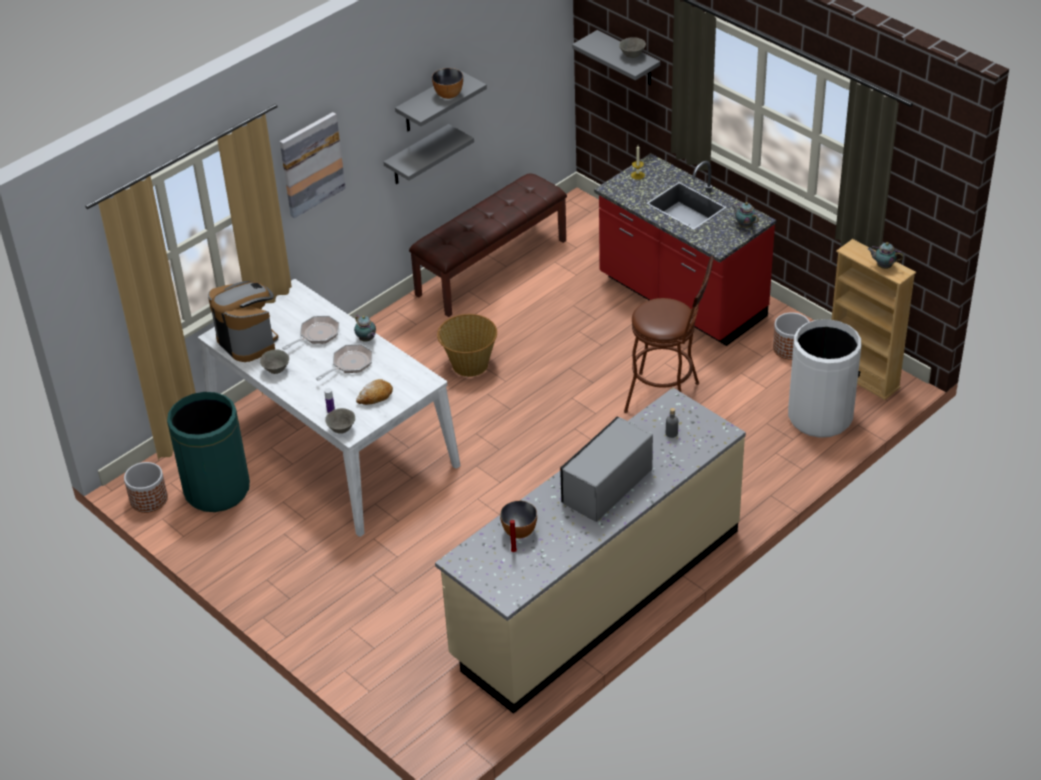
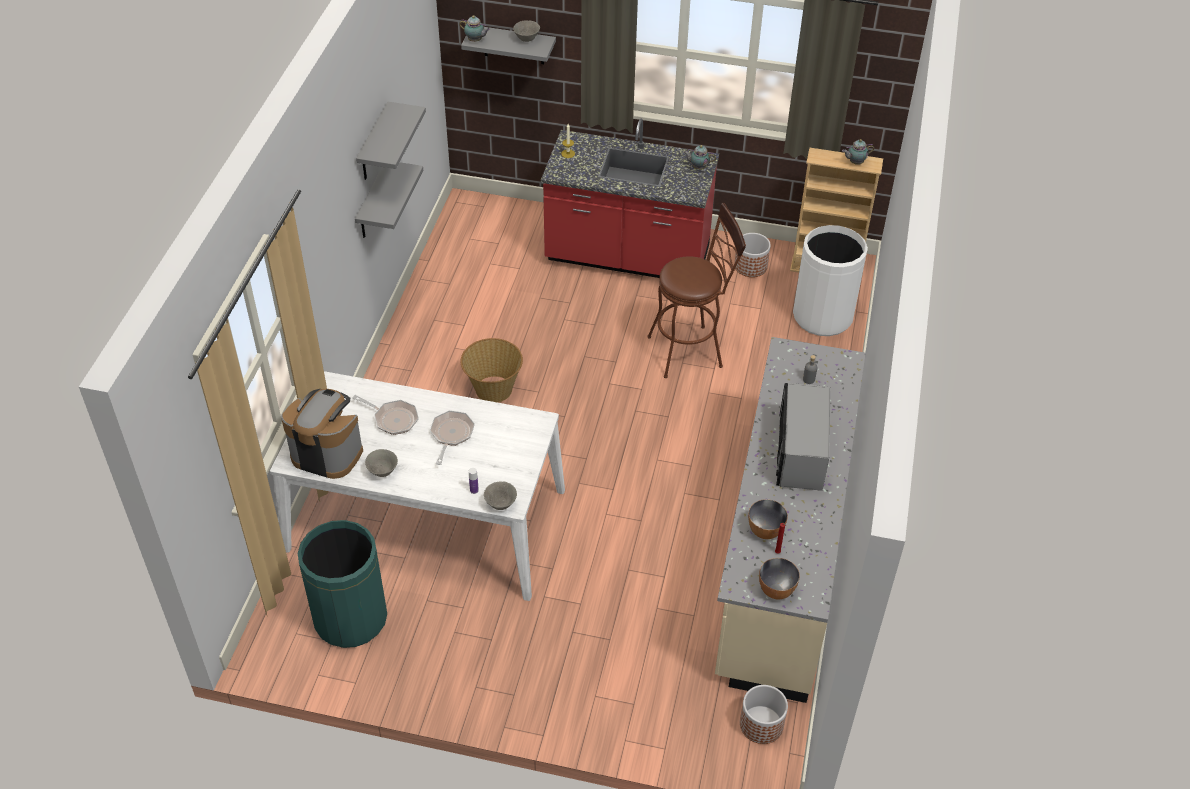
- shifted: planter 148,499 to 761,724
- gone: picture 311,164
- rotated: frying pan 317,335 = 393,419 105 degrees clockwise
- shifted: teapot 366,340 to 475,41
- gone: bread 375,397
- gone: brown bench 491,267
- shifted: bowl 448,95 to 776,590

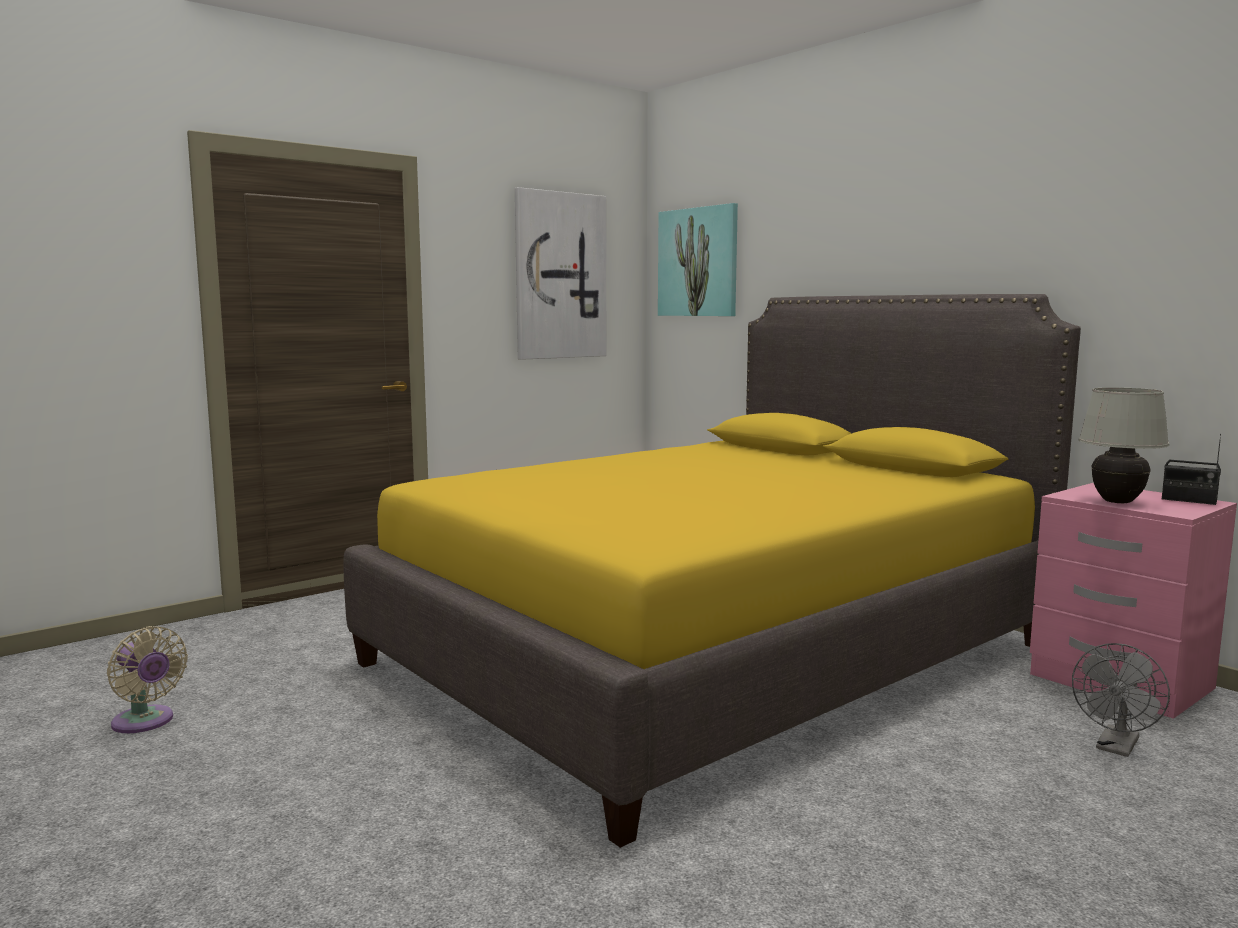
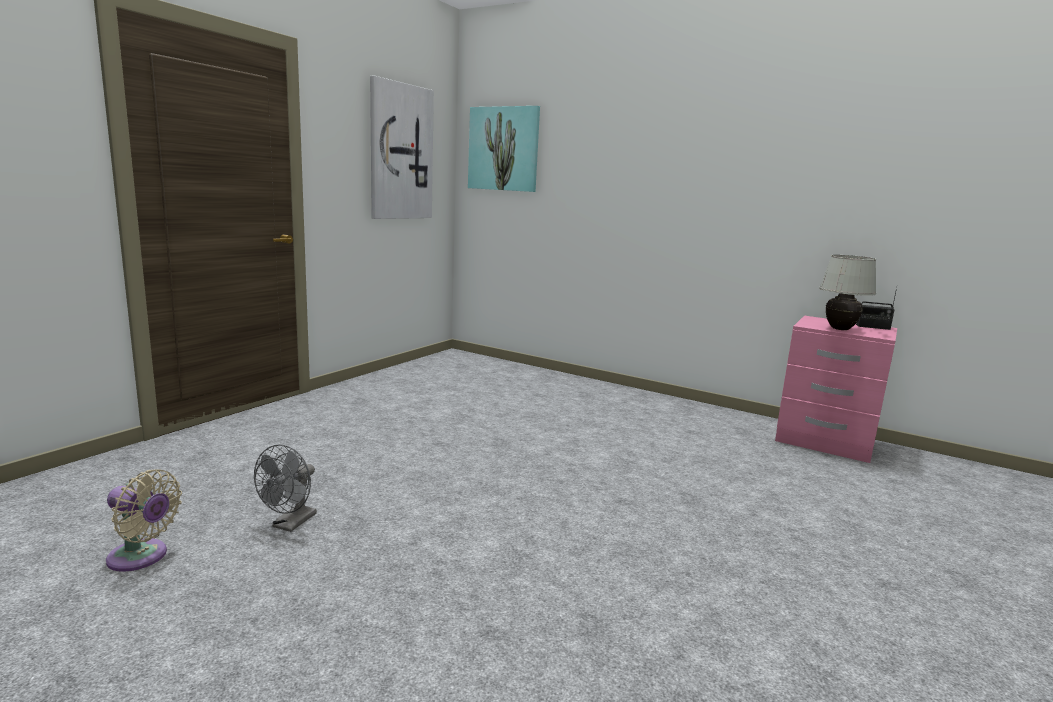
- gone: yellow bed 712,654
- shifted: grey fan 1116,748 to 290,524

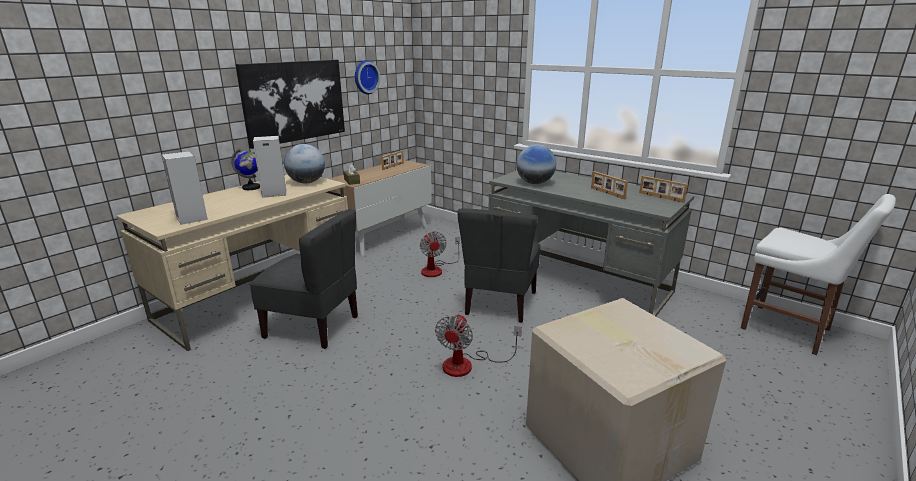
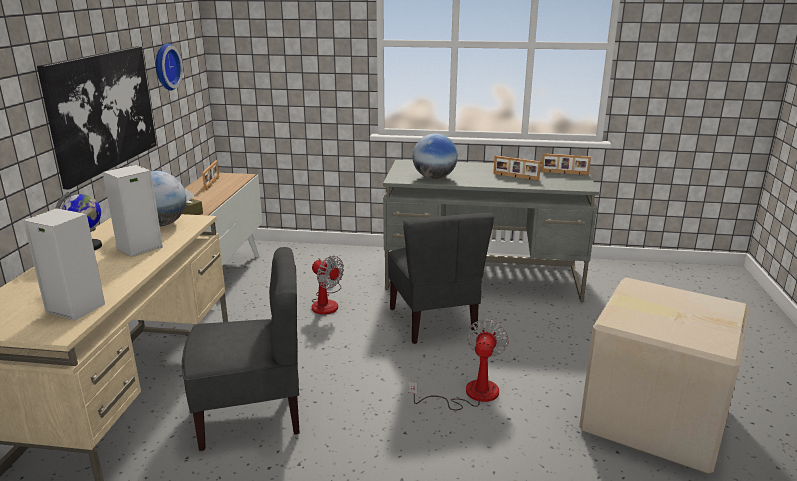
- rotated: fan 468,364 = 470,394 150 degrees counterclockwise
- gone: white chair 790,330

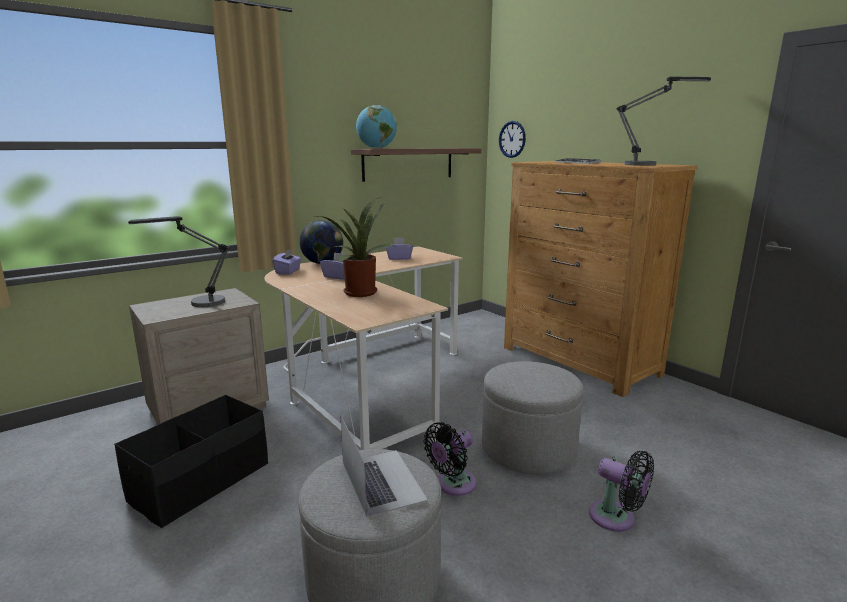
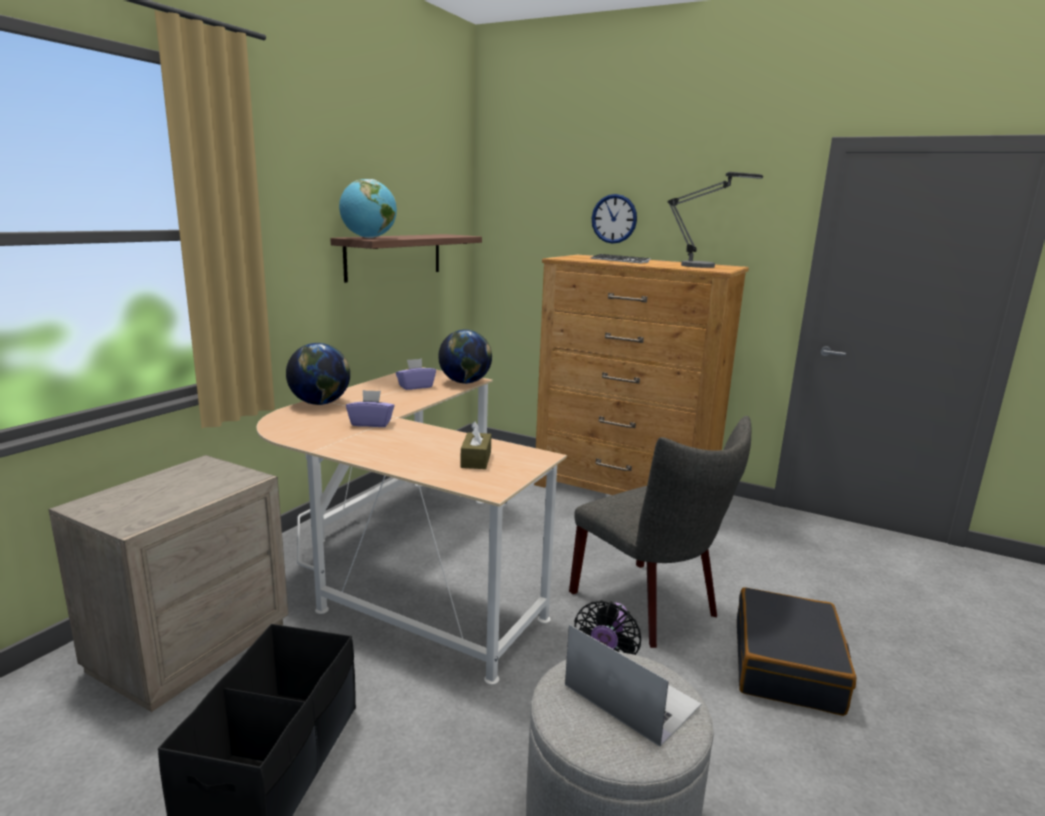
- gone: table lamp 197,303
- gone: purple tissue box 288,271
- gone: potted plant 358,292
- swapped: grey ottoman 528,448 to grey chair 651,607
- shifted: wall clock 512,139 to 614,219
- swapped: black fan 616,518 to black suitcase 787,665
- new: globe 465,383
- new: brown tissue box 476,459

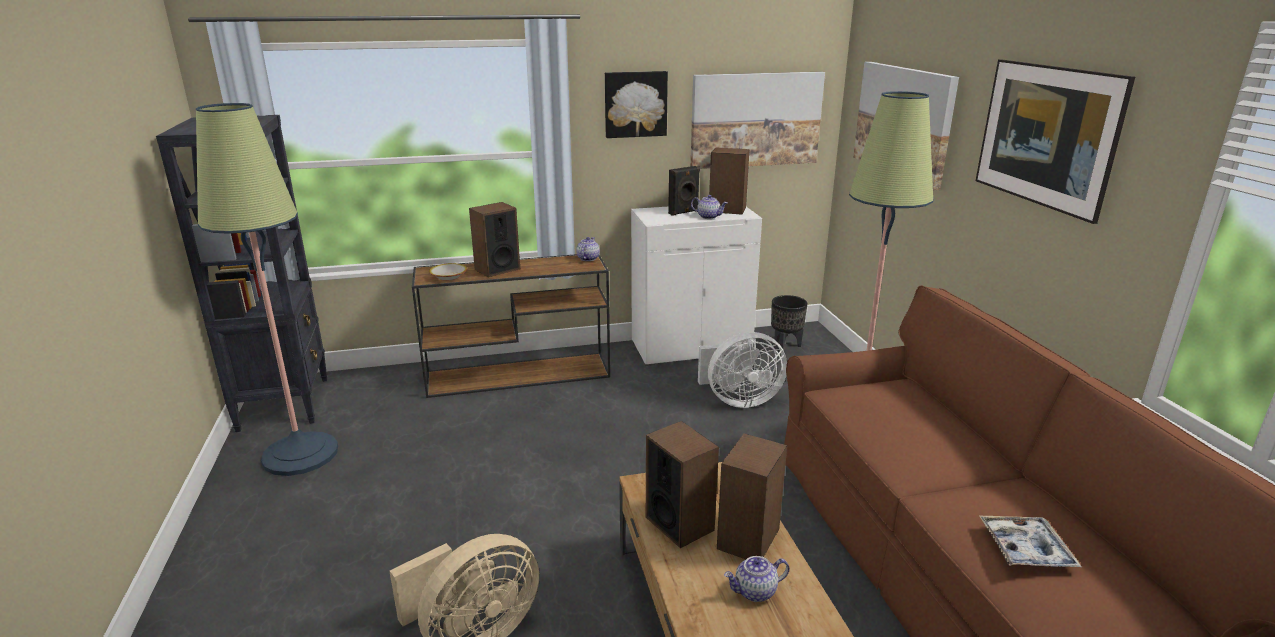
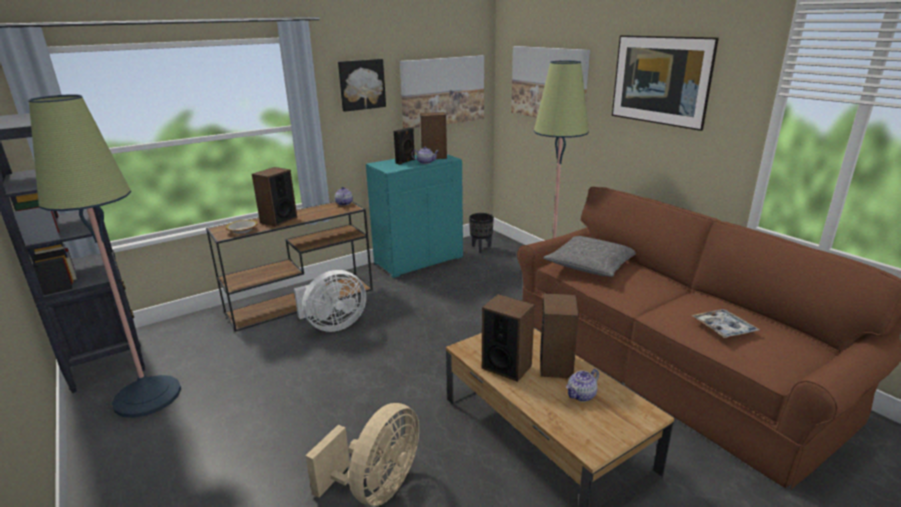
- repainted: white cabinet 691,347 to turquoise cabinet 418,260
- shifted: white fan 739,400 to 333,325
- new: grey pillow 590,265

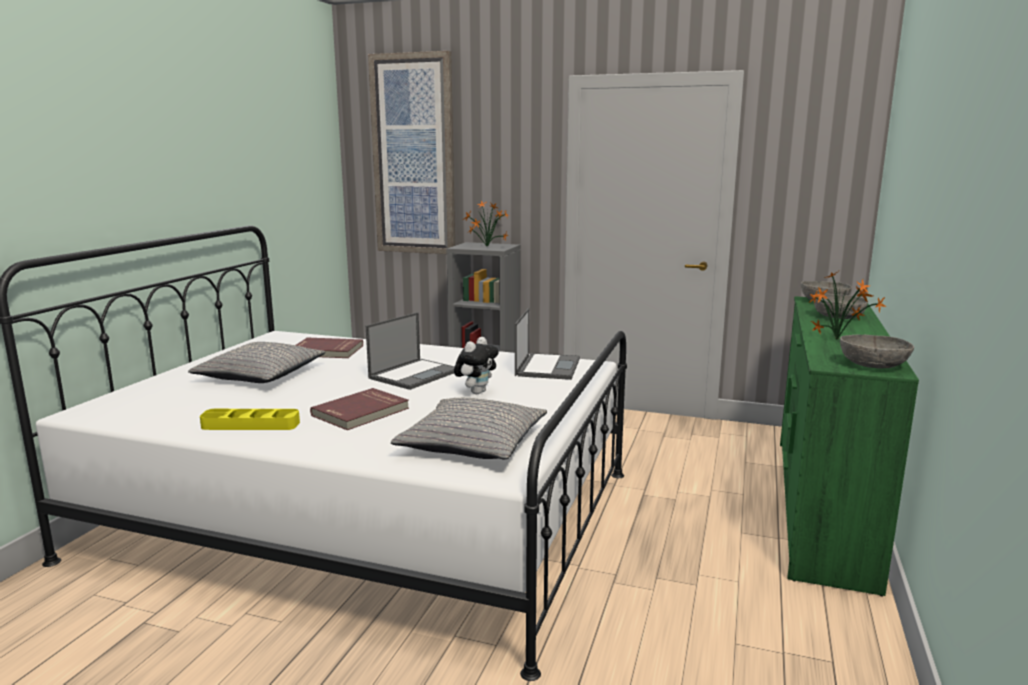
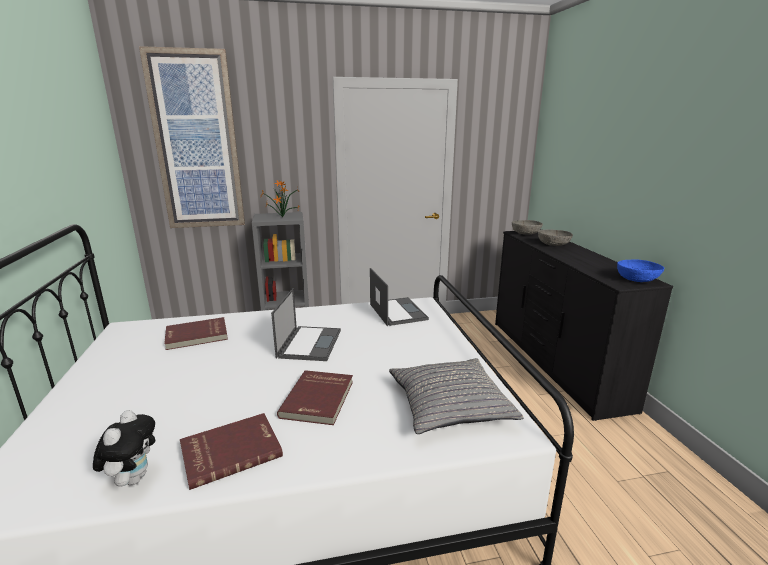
- gone: grey pillow 260,375
- swapped: yellow tray 251,425 to red book 230,451
- shifted: plush toy 476,392 to 133,478
- repainted: green dresser 820,506 to black dresser 554,362
- gone: potted plant 838,340
- repainted: grey bowl 873,365 to blue bowl 637,279

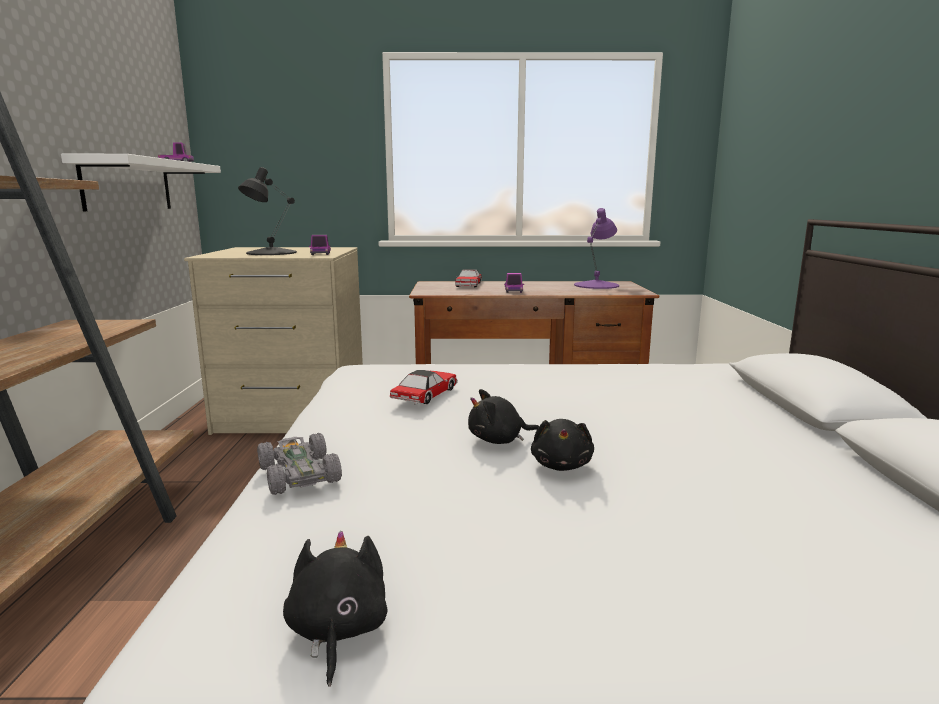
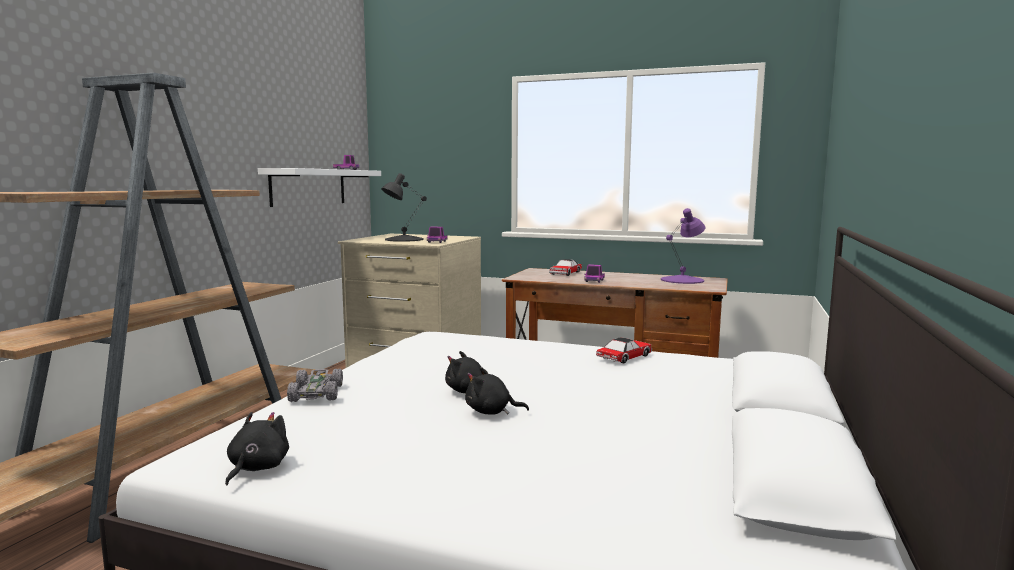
- shifted: toy car 425,395 to 624,357
- rotated: black plush toy 561,465 = 491,412 75 degrees clockwise

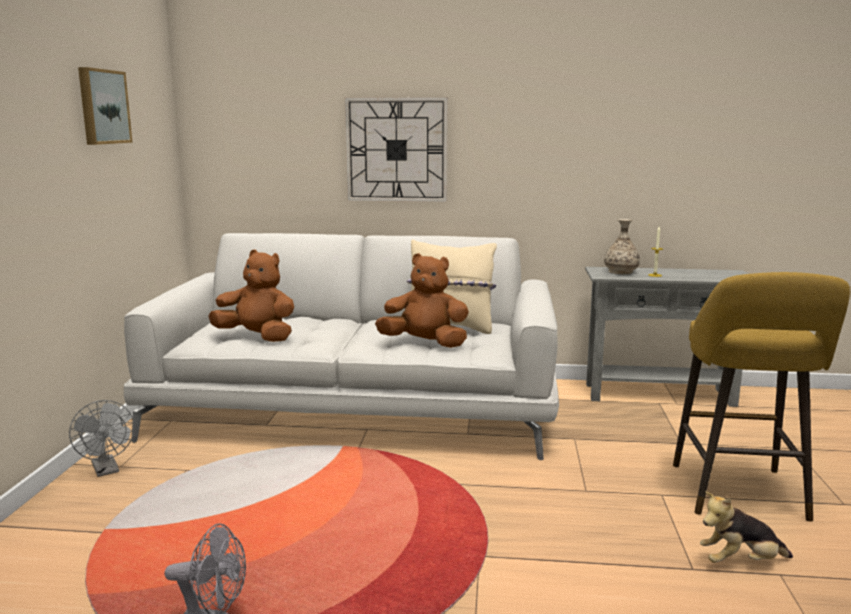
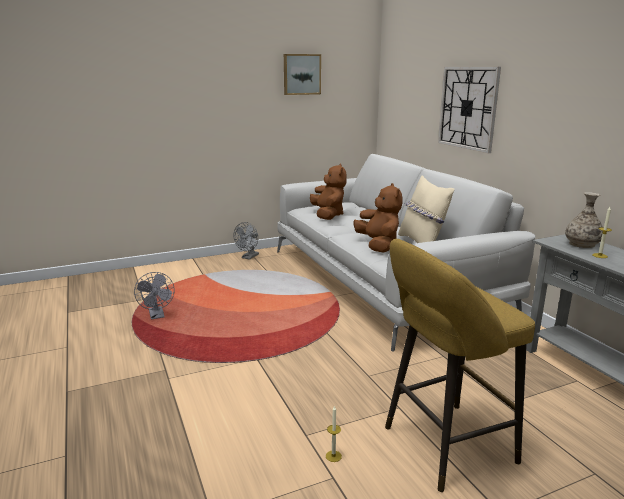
- swapped: plush toy 740,562 to candle 333,456

